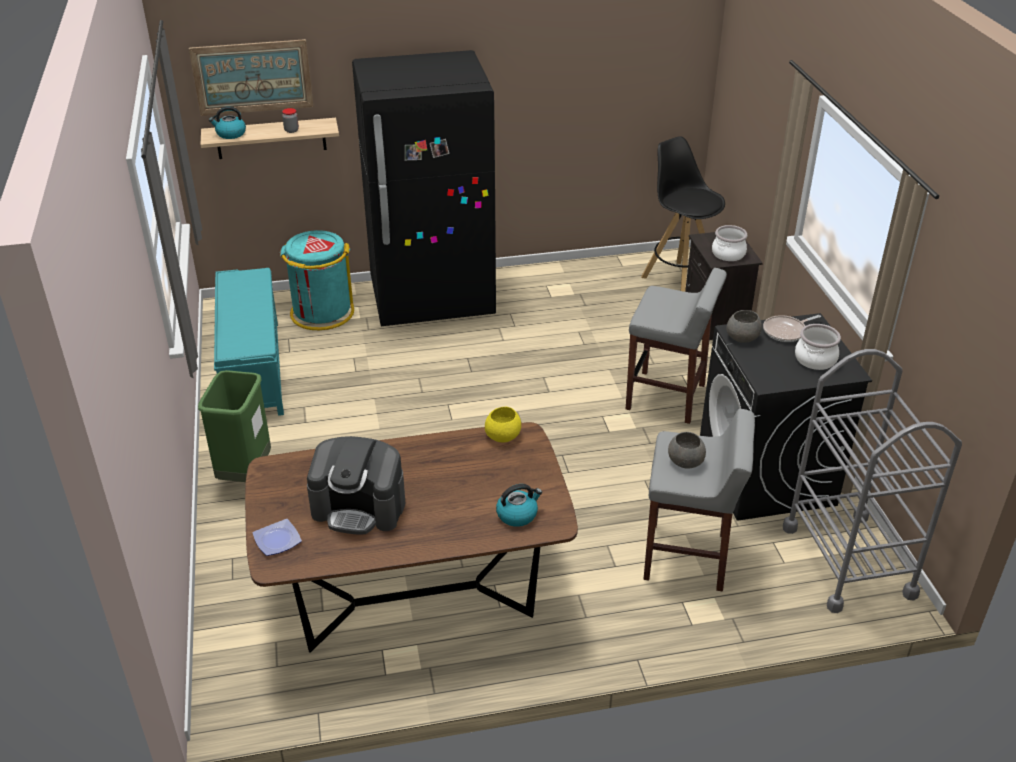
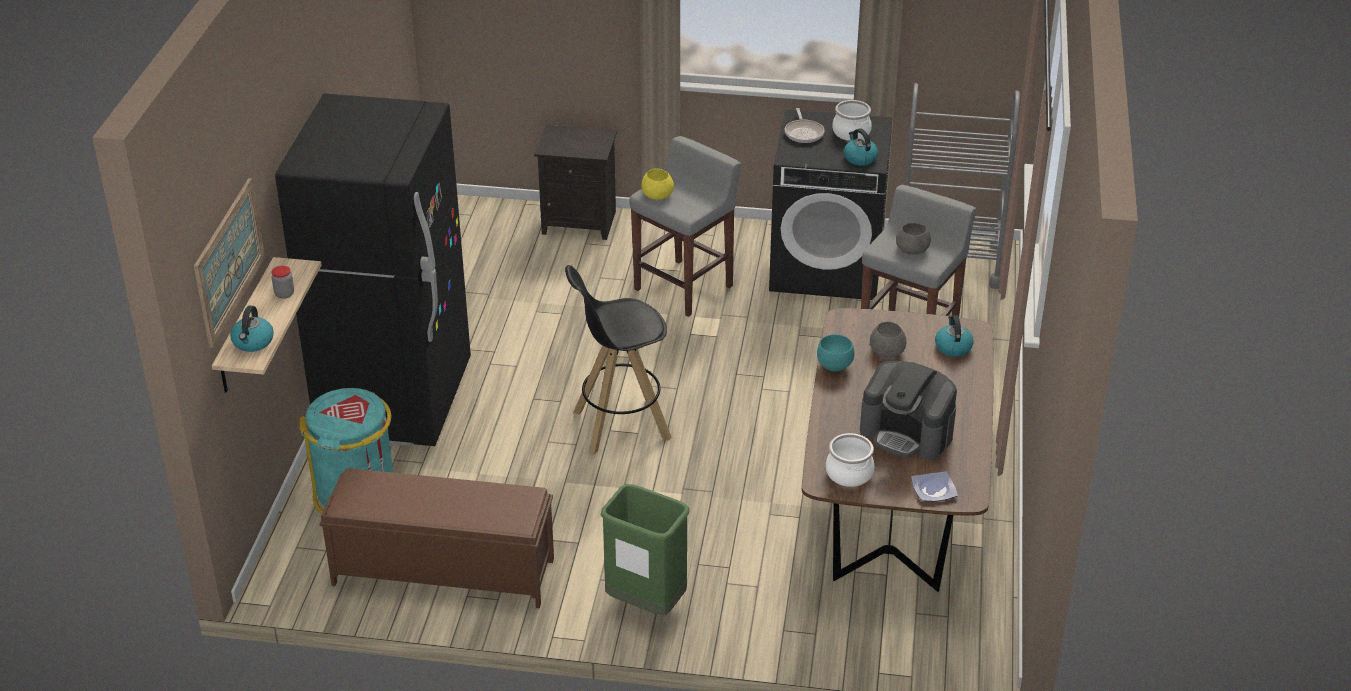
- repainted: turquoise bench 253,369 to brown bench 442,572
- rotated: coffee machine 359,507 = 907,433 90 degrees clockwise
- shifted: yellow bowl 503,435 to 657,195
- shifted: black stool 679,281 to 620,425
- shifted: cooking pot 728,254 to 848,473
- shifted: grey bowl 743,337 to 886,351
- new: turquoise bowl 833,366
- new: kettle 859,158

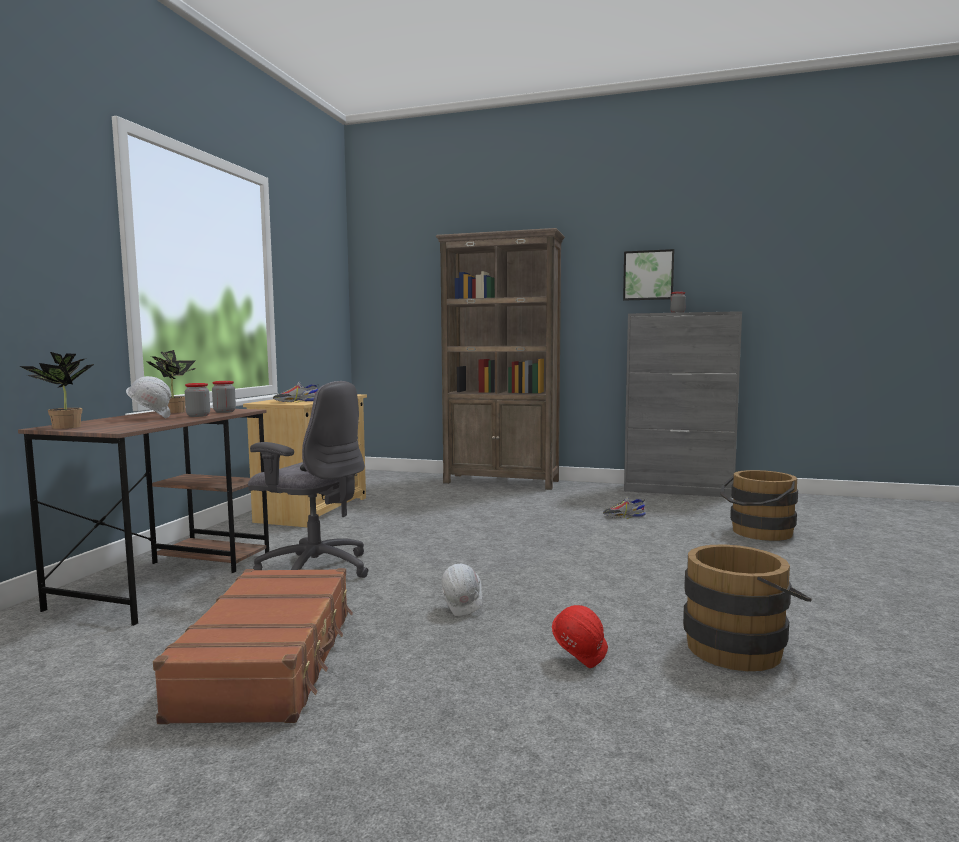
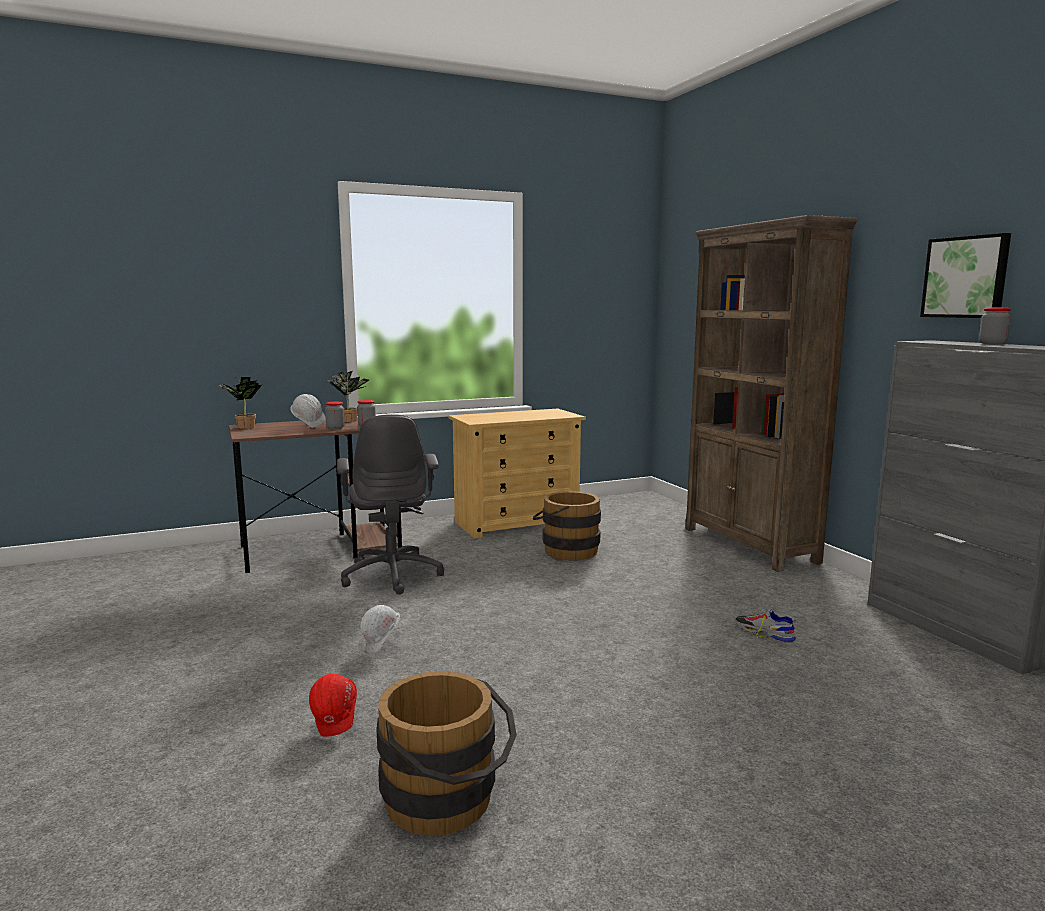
- gone: brown suitcase 270,661
- gone: shoe 296,401
- shifted: brown bucket 758,533 to 565,550

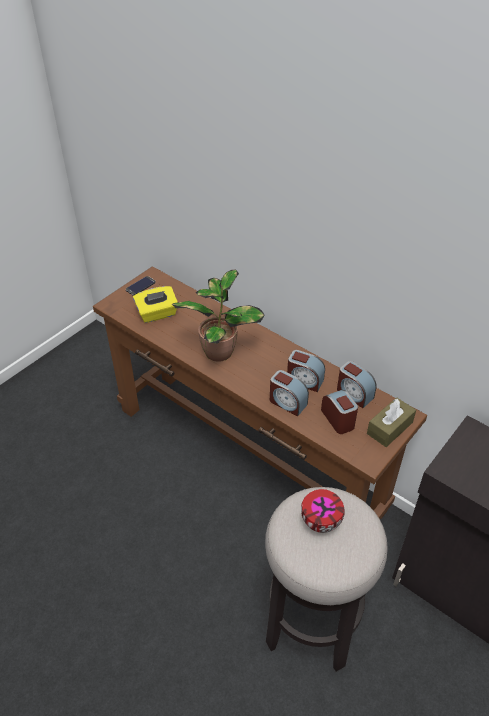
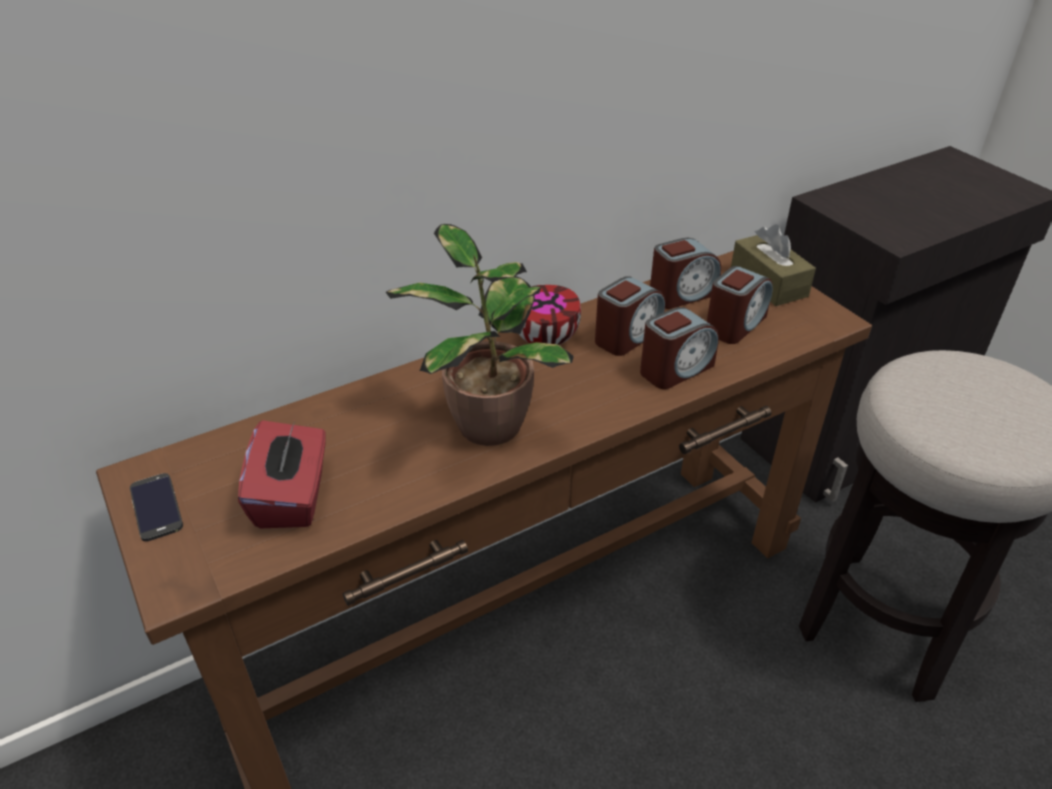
- repainted: yellow tissue box 157,314 to red tissue box 292,497
- shifted: bowl 321,520 to 544,339
- rotated: alarm clock 338,419 = 735,325 135 degrees clockwise

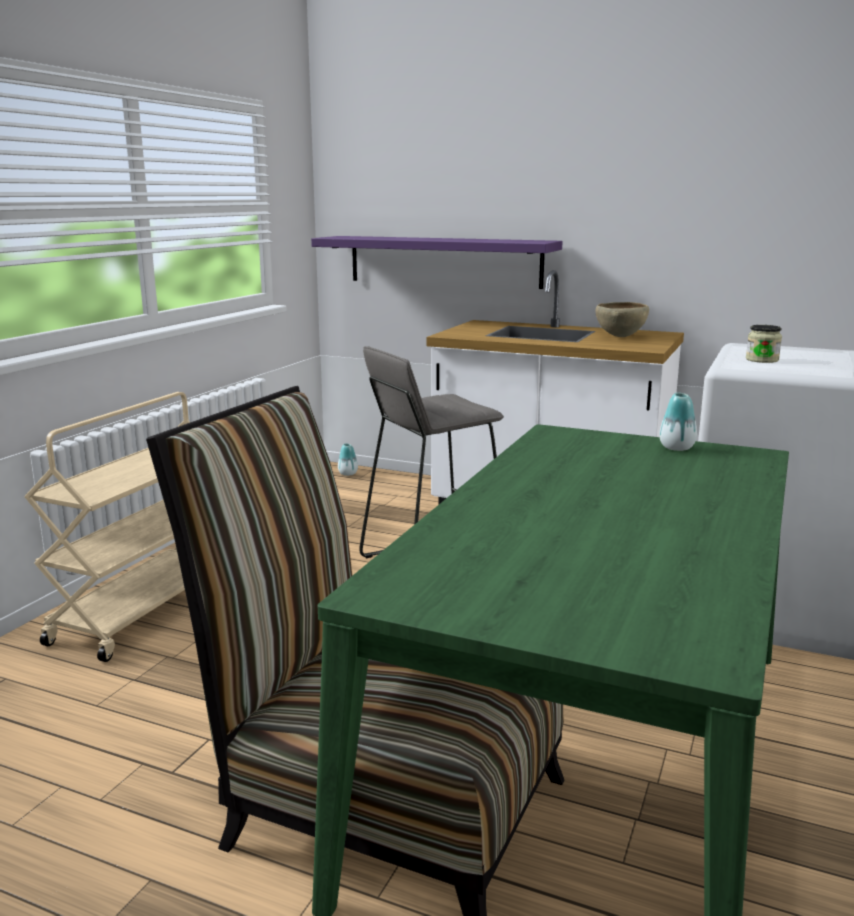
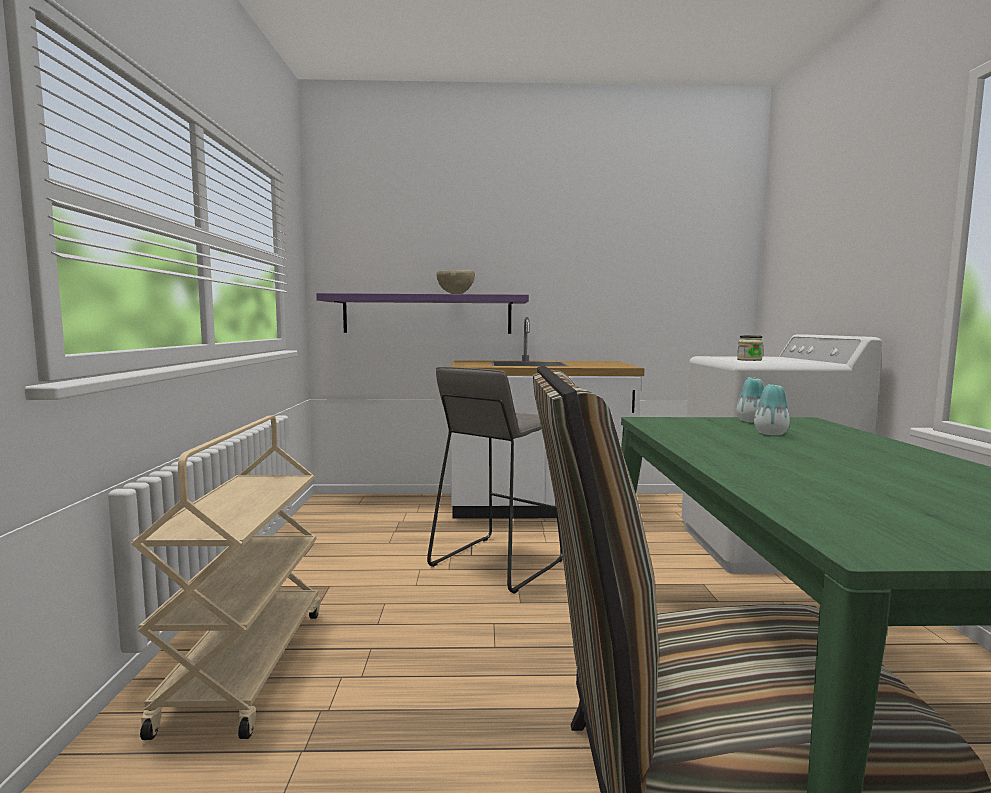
- shifted: vase 348,474 to 770,433
- shifted: brown bowl 620,337 to 455,295

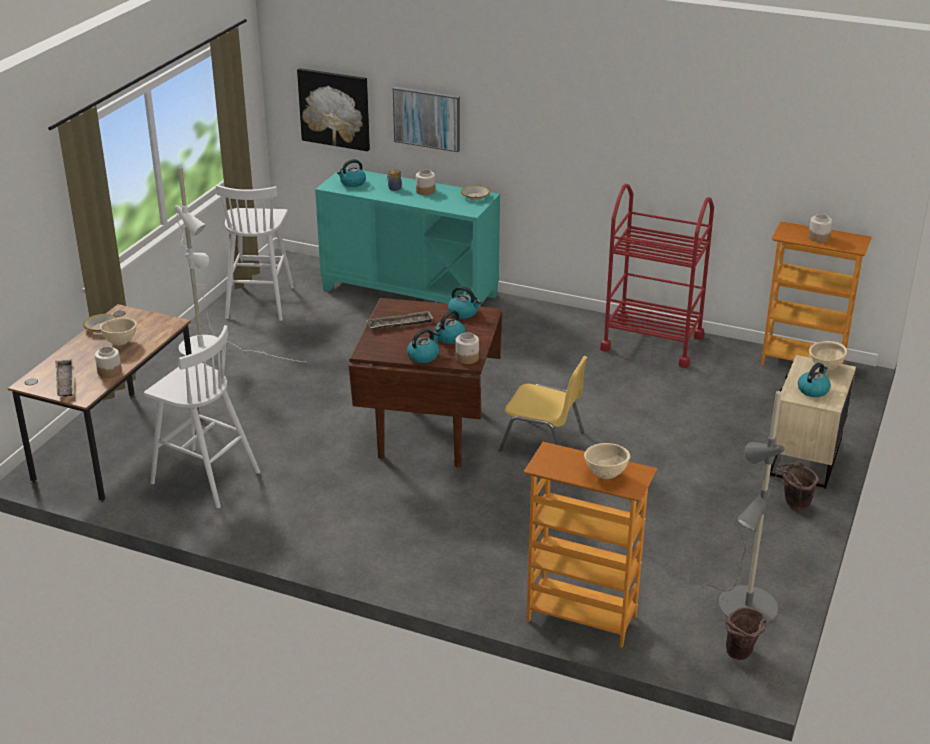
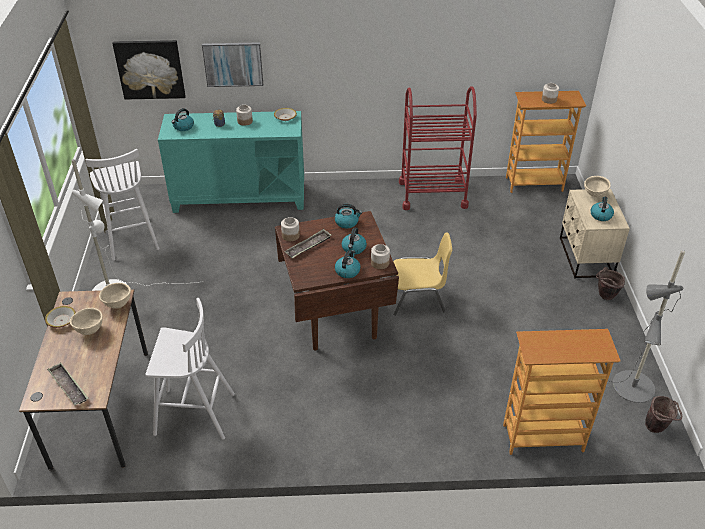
- shifted: jar 109,372 to 290,235
- shifted: beige bowl 605,475 to 118,305

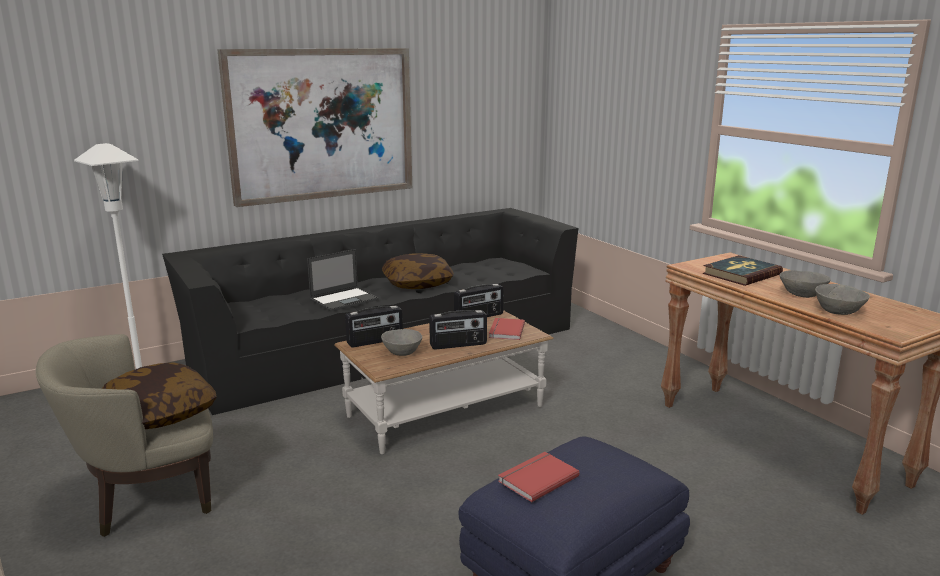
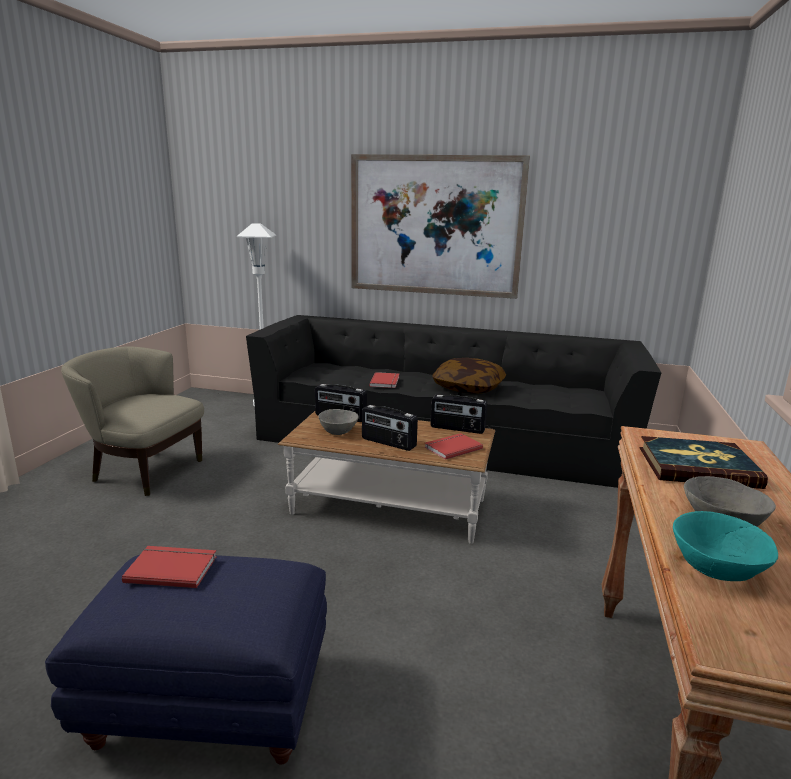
- gone: pillow 160,413
- swapped: laptop 344,299 to red book 386,381
- repainted: grey bowl 838,311 to turquoise bowl 714,569

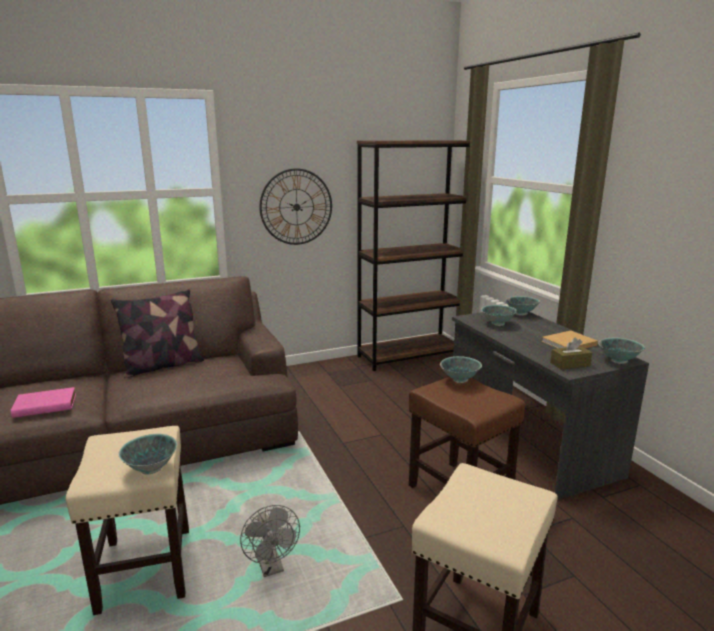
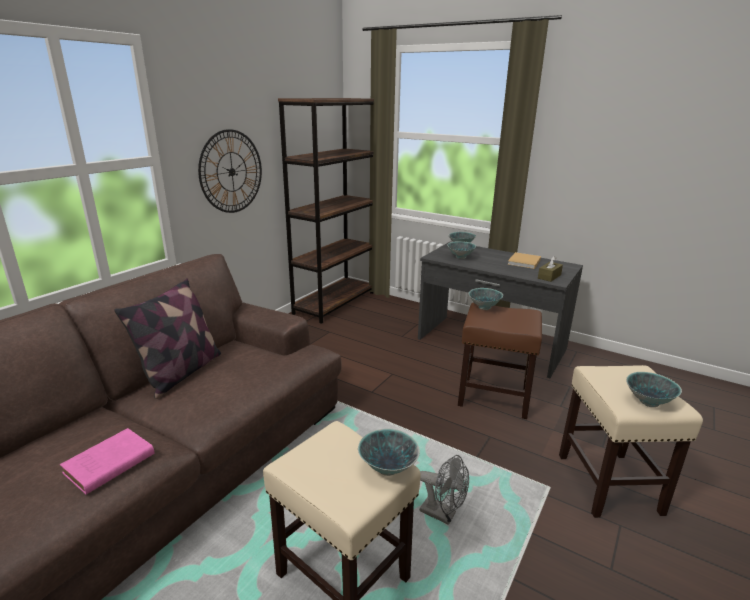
- shifted: bowl 619,361 to 649,402

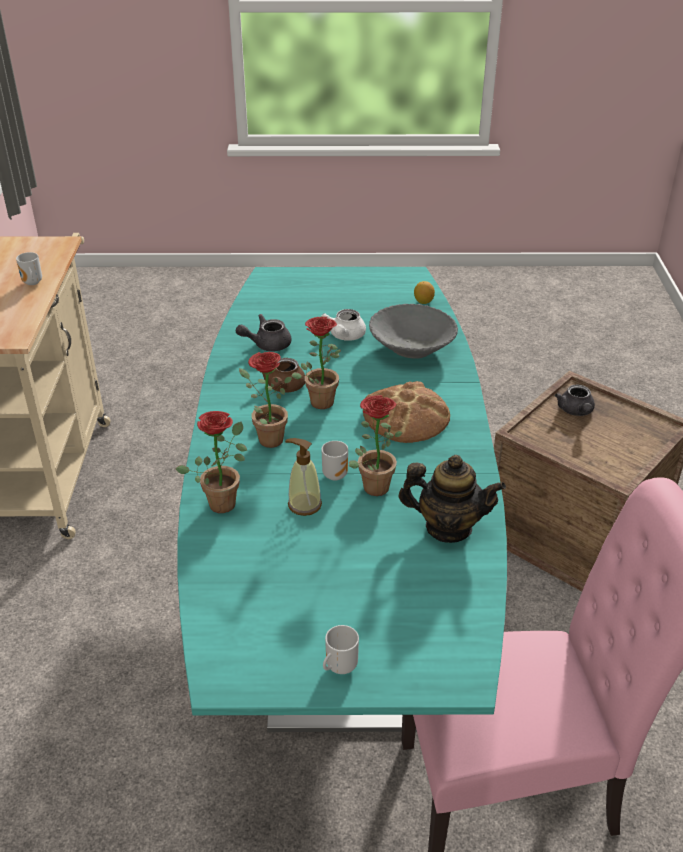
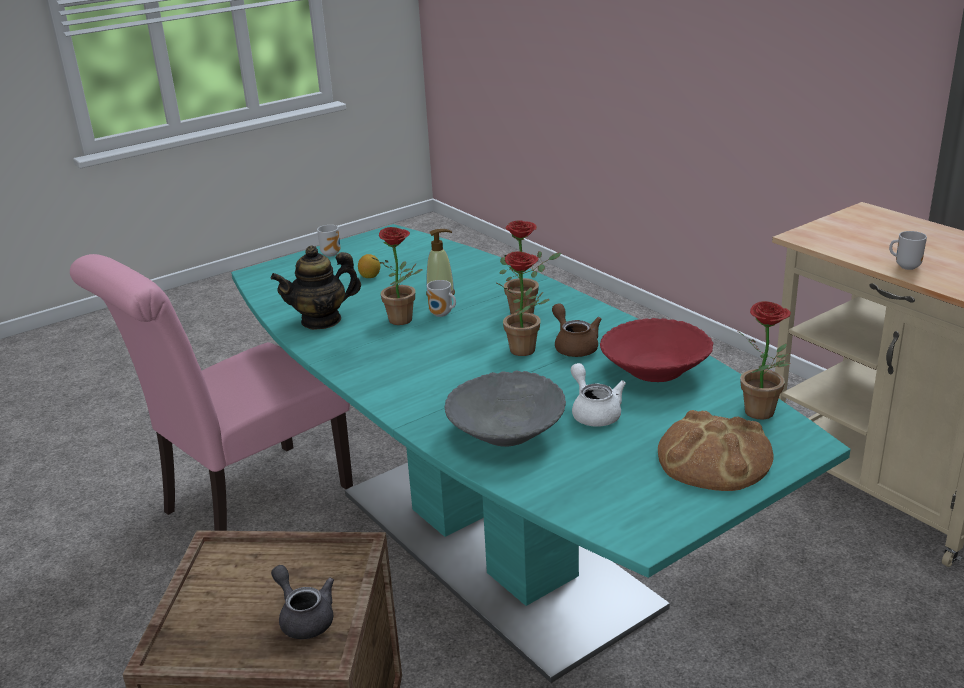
- shifted: potted plant 223,500 to 764,414
- swapped: grey teapot 267,344 to red bowl 655,371
- shifted: bread 405,416 to 714,458
- shifted: lemon 423,302 to 370,277

